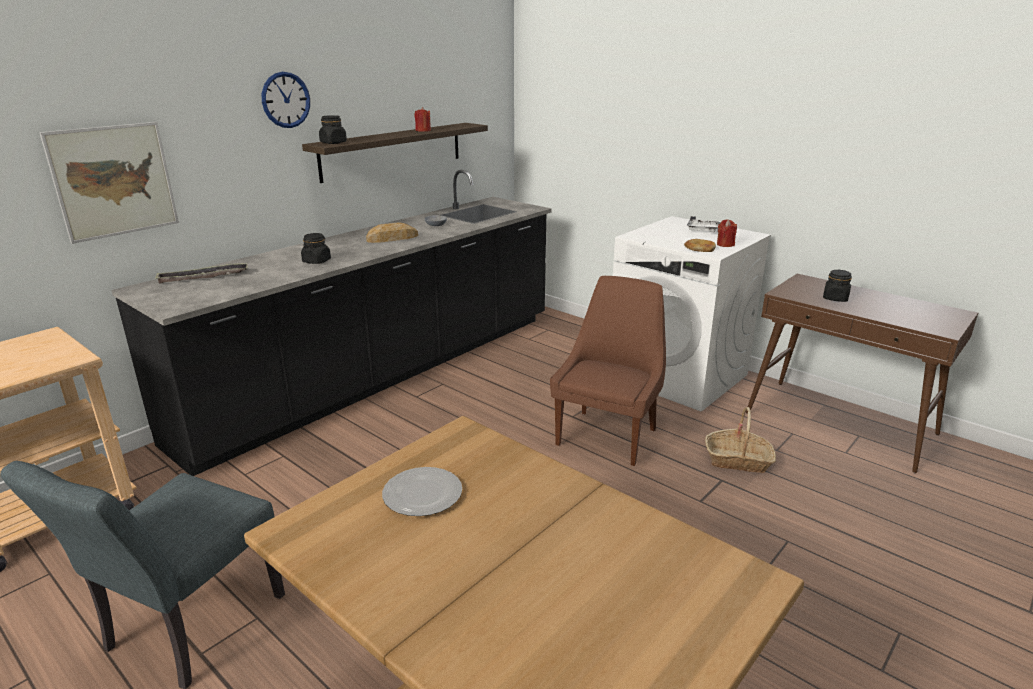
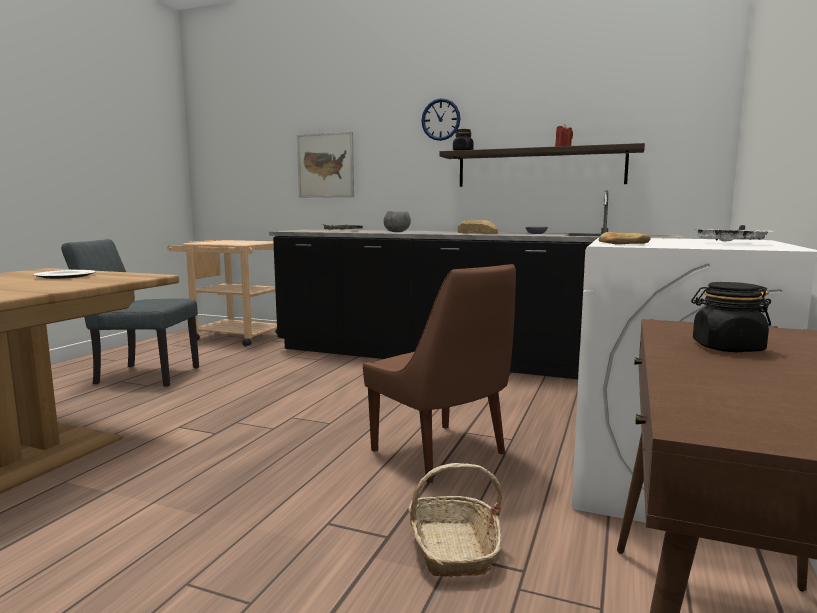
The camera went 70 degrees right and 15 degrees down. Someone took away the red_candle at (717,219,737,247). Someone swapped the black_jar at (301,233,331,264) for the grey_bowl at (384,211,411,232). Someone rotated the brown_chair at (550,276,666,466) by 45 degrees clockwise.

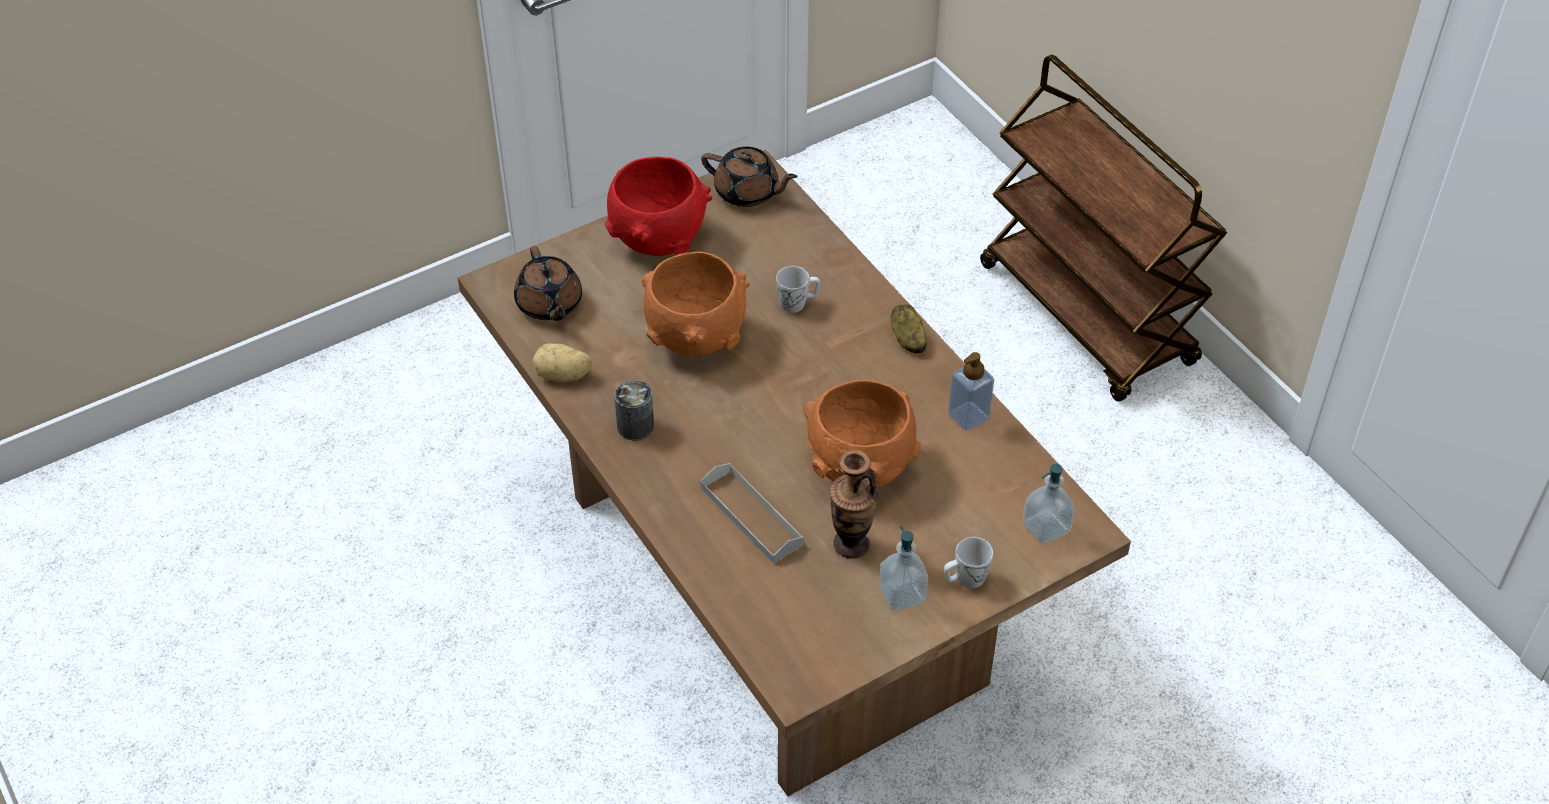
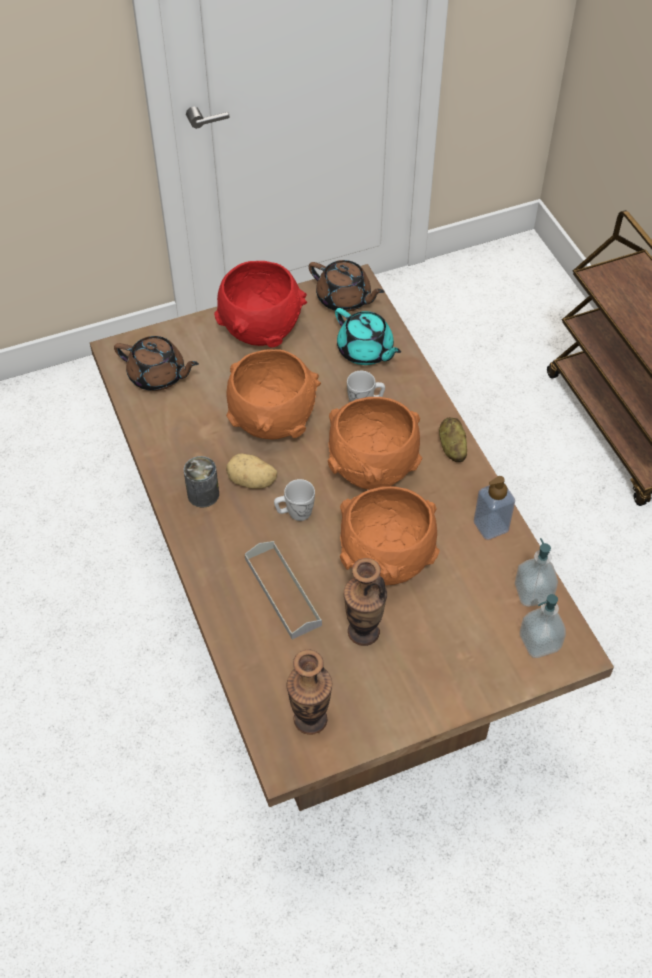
The camera went 10 degrees right and 5 degrees up. Someone put down the vase at (287,650,332,735). Someone put down the orange_bowl at (328,397,422,490). Someone put down the turquoise_teapot at (335,308,401,365). Someone carried the potato from (532,343,592,382) to (226,454,277,489). Someone carried the soap_dispenser from (879,526,928,611) to (515,538,558,607). Someone carried the white_mug from (944,537,993,588) to (274,479,315,521). Someone rotated the brown_teapot at (514,246,582,321) by 60 degrees counterclockwise.

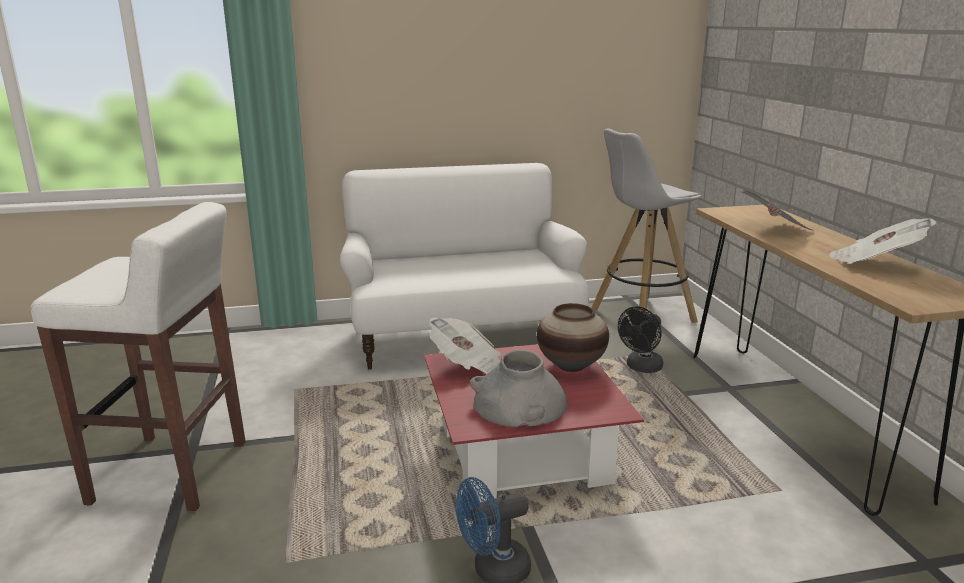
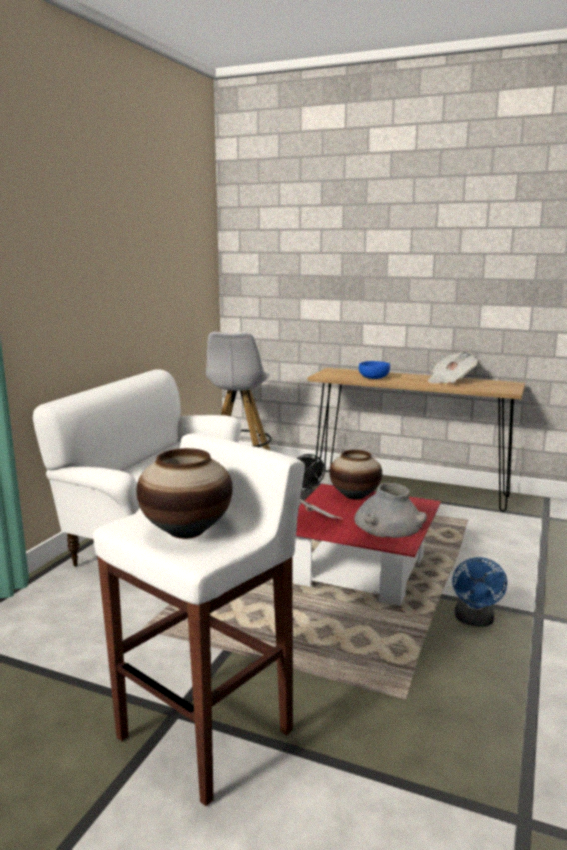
The camera went 55 degrees left and 5 degrees down. Someone put down the vase at (136,448,232,539). Someone swapped the newspaper at (742,190,815,231) for the blue_bowl at (359,361,390,379).

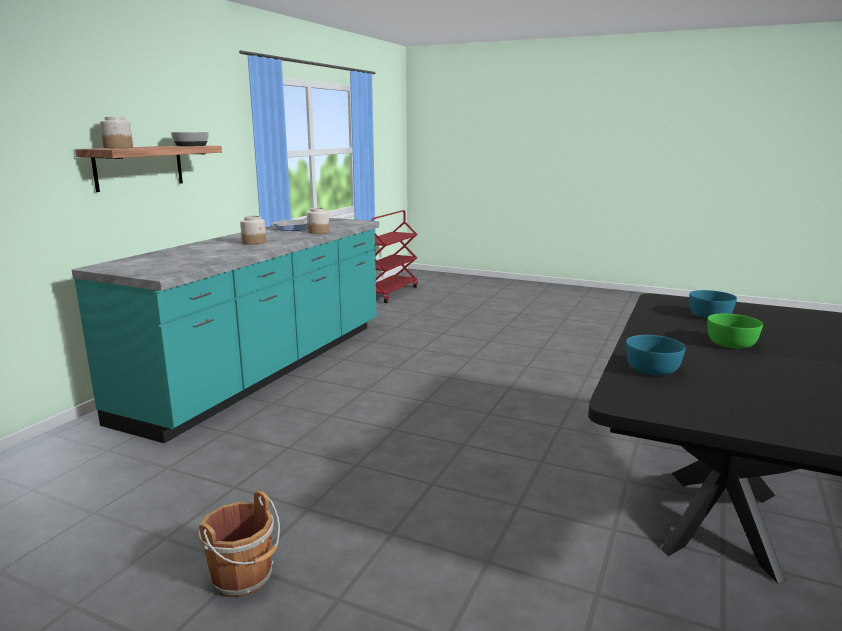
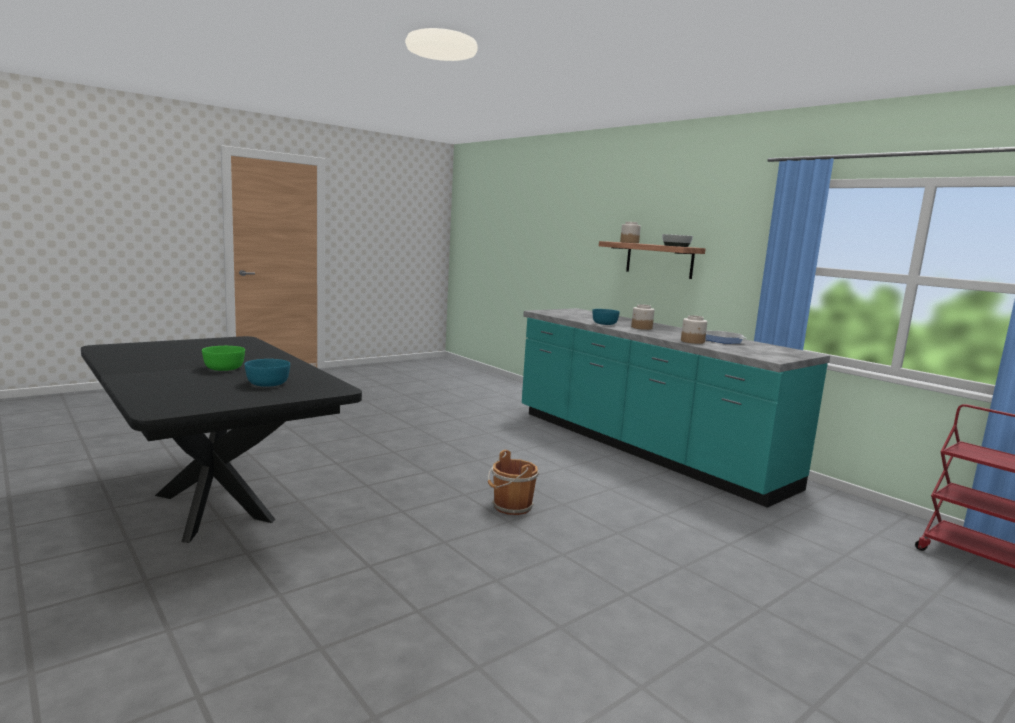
The camera went 115 degrees right and 5 degrees down. Someone carried the brown_bucket from (199,491,280,598) to (488,450,540,515). Someone carried the turquoise_bowl from (626,335,685,375) to (592,309,620,325).

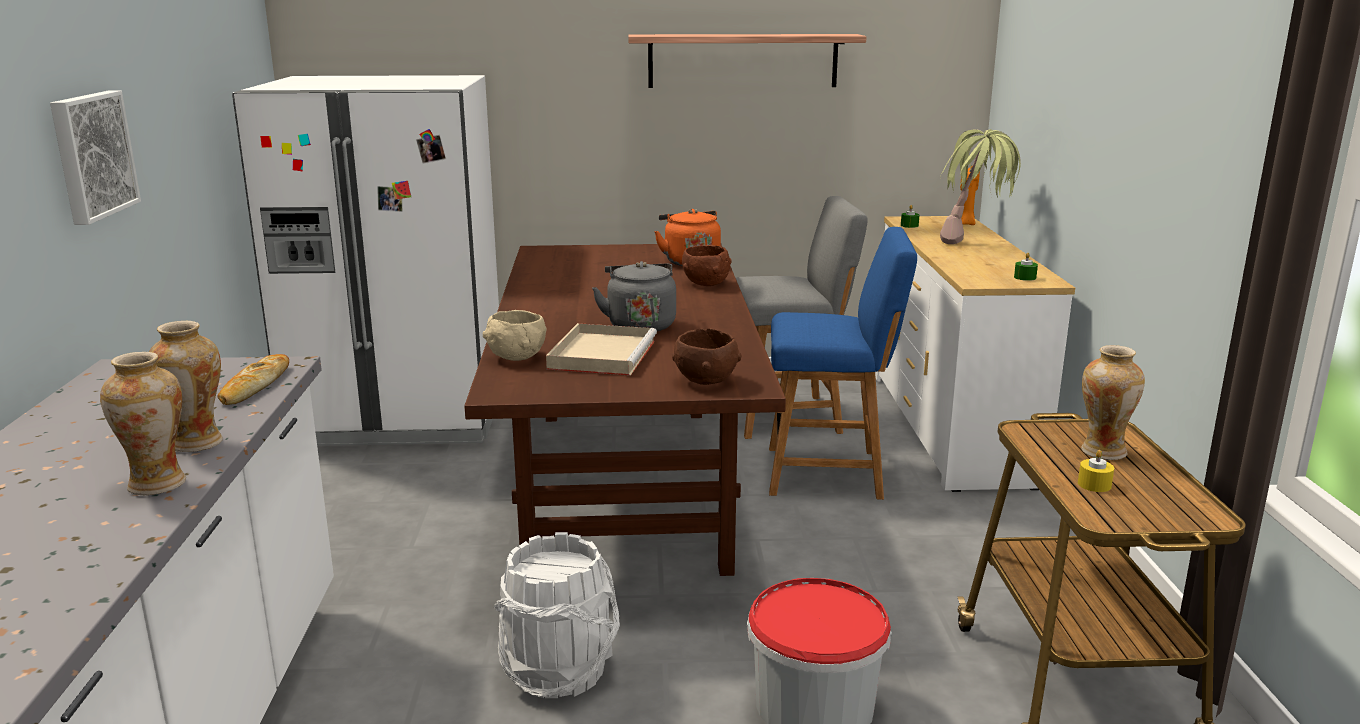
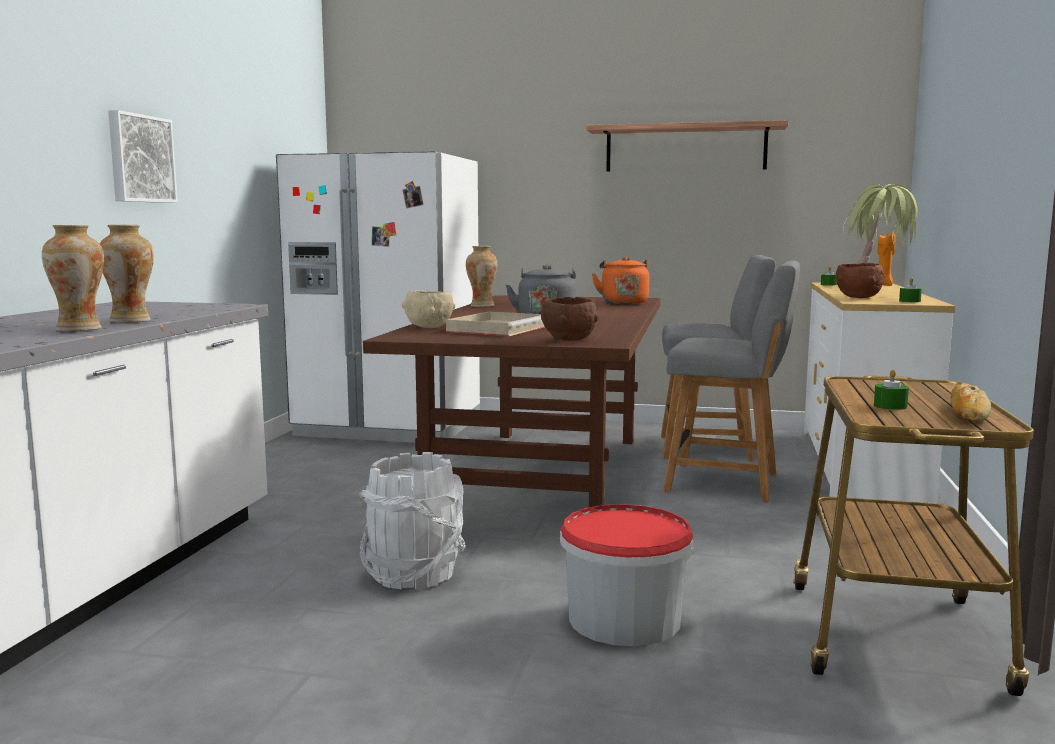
The camera went 15 degrees right and 10 degrees down. Someone carried the bread from (217,354,289,405) to (951,383,991,421). Someone carried the brown_bowl from (682,245,732,286) to (836,263,885,298). Someone carried the vase from (1081,345,1145,460) to (466,246,497,307). Someone repainted the blue_chair at (769,227,917,500), which became the grey_chair at (663,260,800,502). Someone repainted the yellow_candle at (1078,450,1114,492), which became the green_candle at (874,369,909,410).

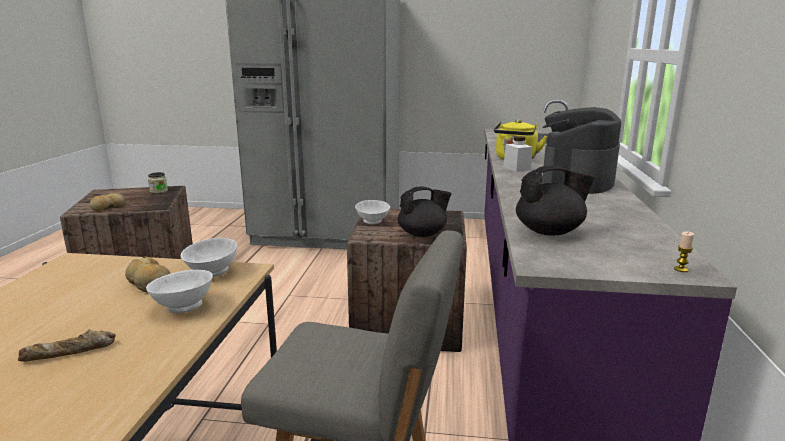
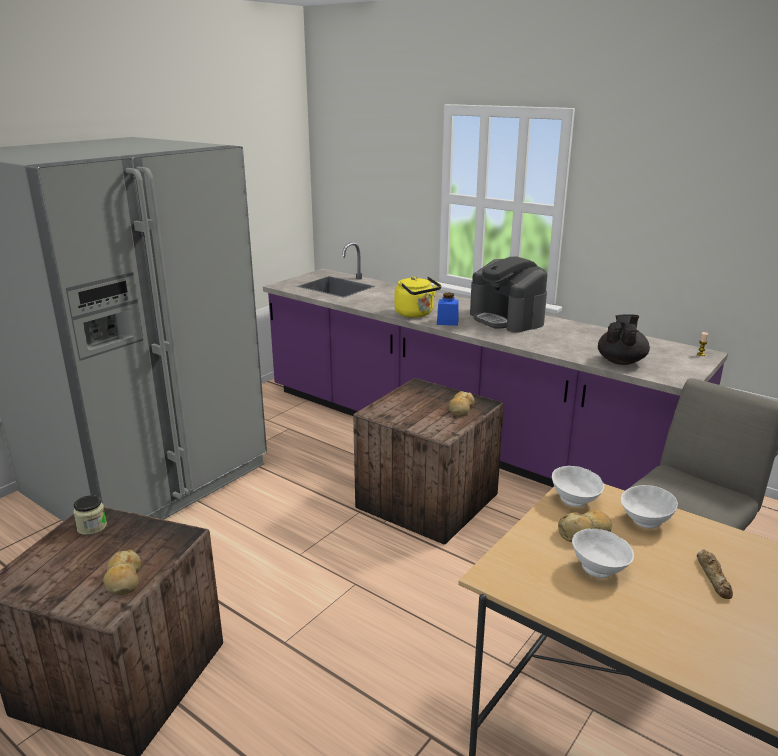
The camera went 60 degrees left and 5 degrees up. Someone carried the white_bowl from (355,200,390,224) to (572,529,634,578). Someone swapped the black_teapot at (397,186,452,237) for the bread at (449,391,475,416). Someone repainted the white_jar at (503,136,532,172), which became the blue_jar at (437,293,458,326).

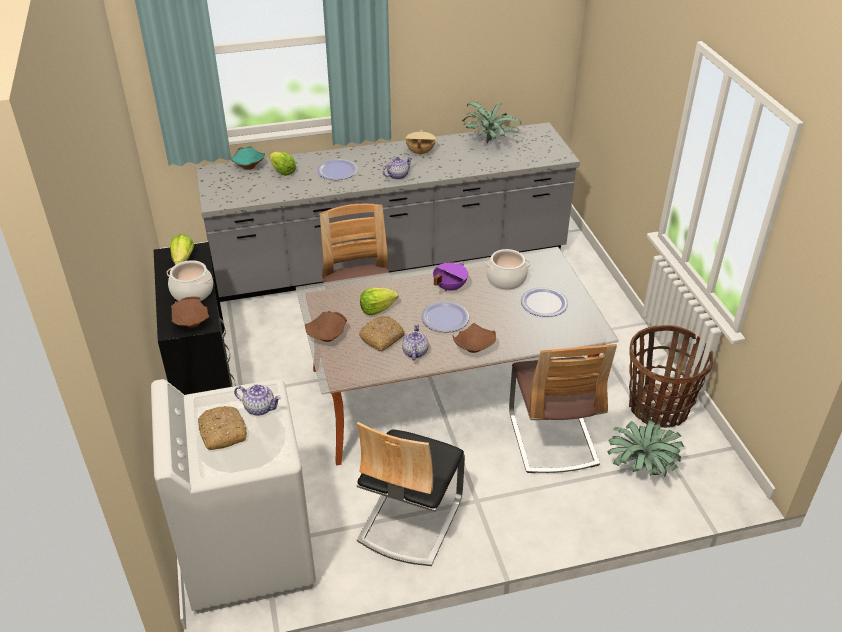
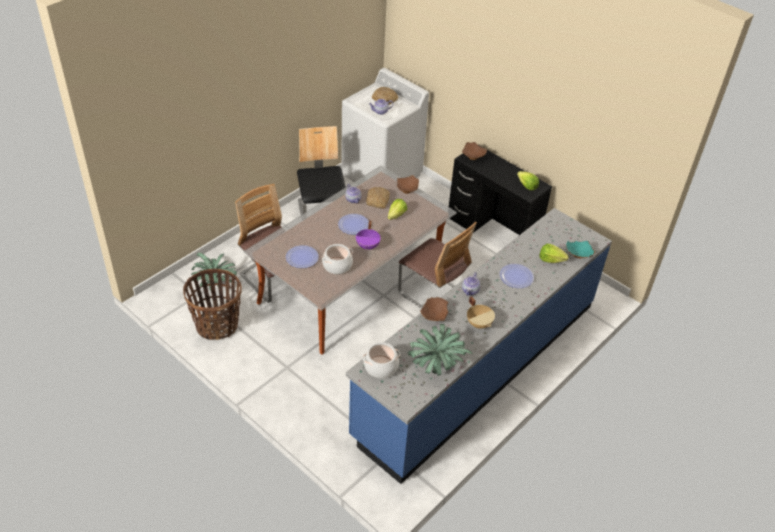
The camera went 145 degrees right and 5 degrees up. Someone carried the cooking_pot from (167,260,213,301) to (363,342,400,378). Someone carried the brown_bowl from (453,323,496,353) to (420,297,448,321). Someone repainted the grey_counter at (196,122,580,302), which became the blue_counter at (346,208,612,484).

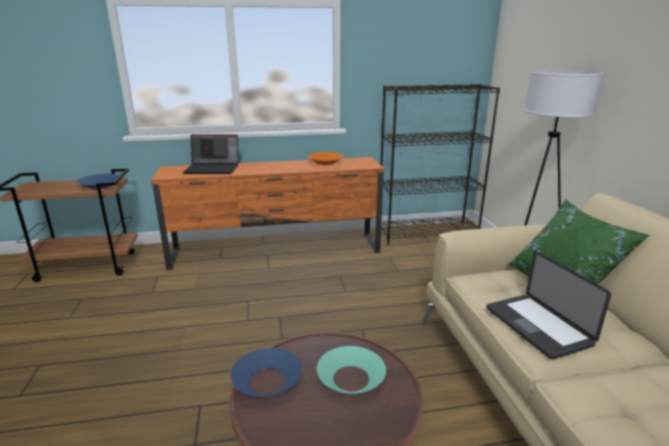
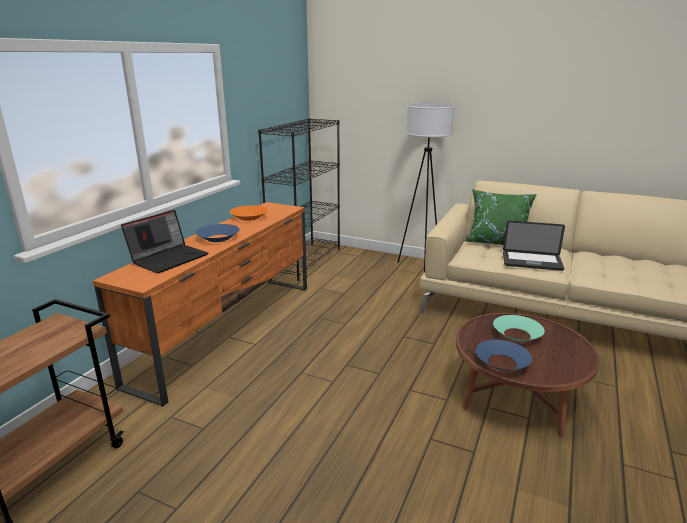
The camera went 55 degrees left and 0 degrees up. Someone carried the blue_bowl from (77,173,120,189) to (195,224,240,242).

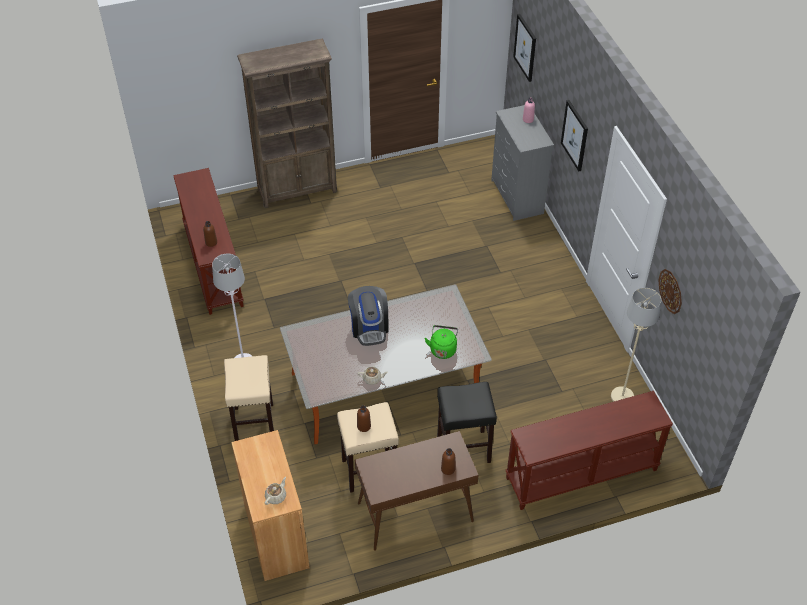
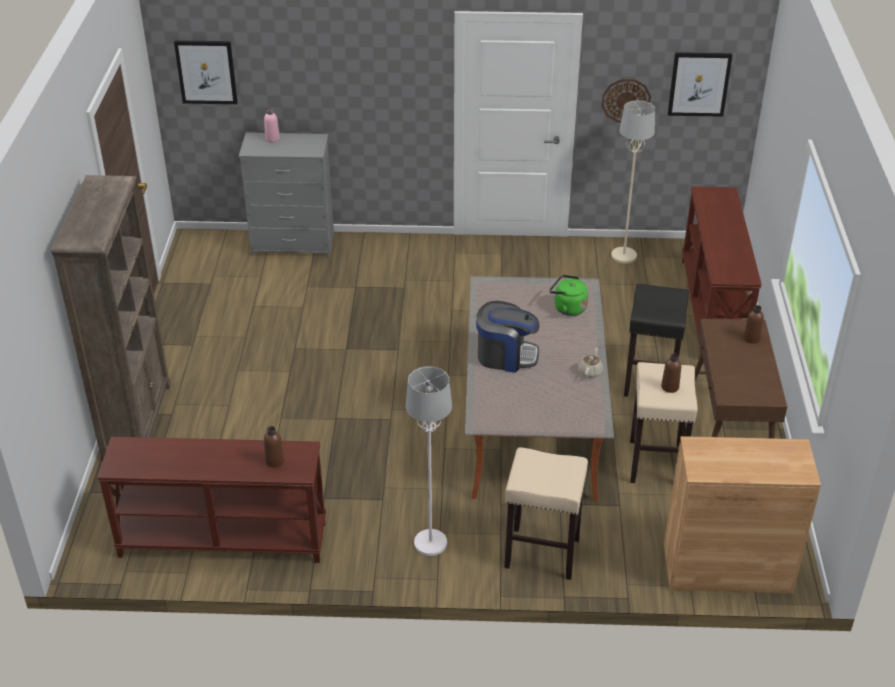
The camera went 70 degrees left and 10 degrees down. Someone took away the beige_teapot at (265,477,286,505). Someone carried the picture from (561,100,588,171) to (668,52,732,117).

